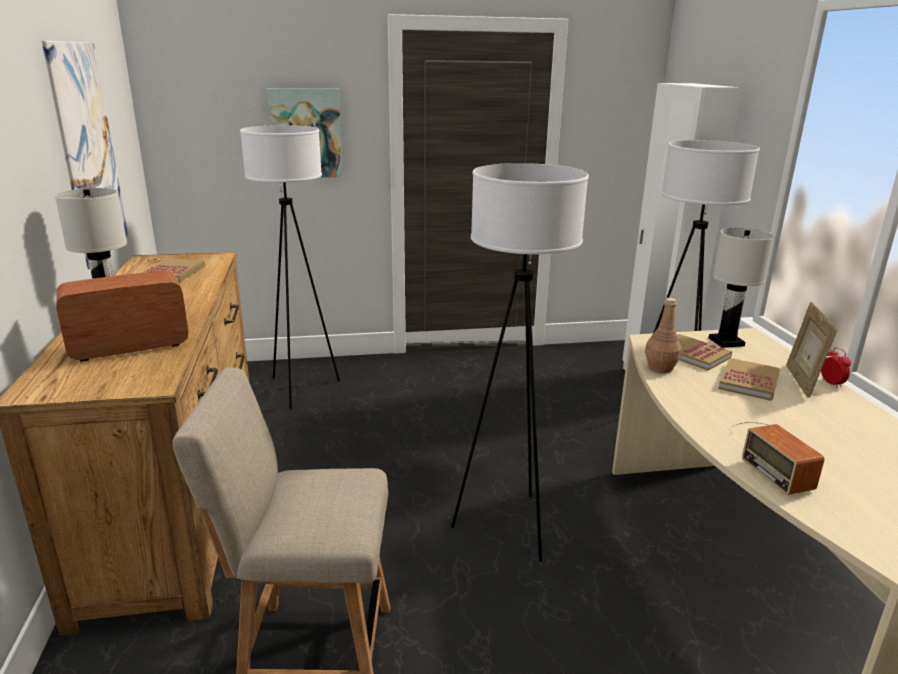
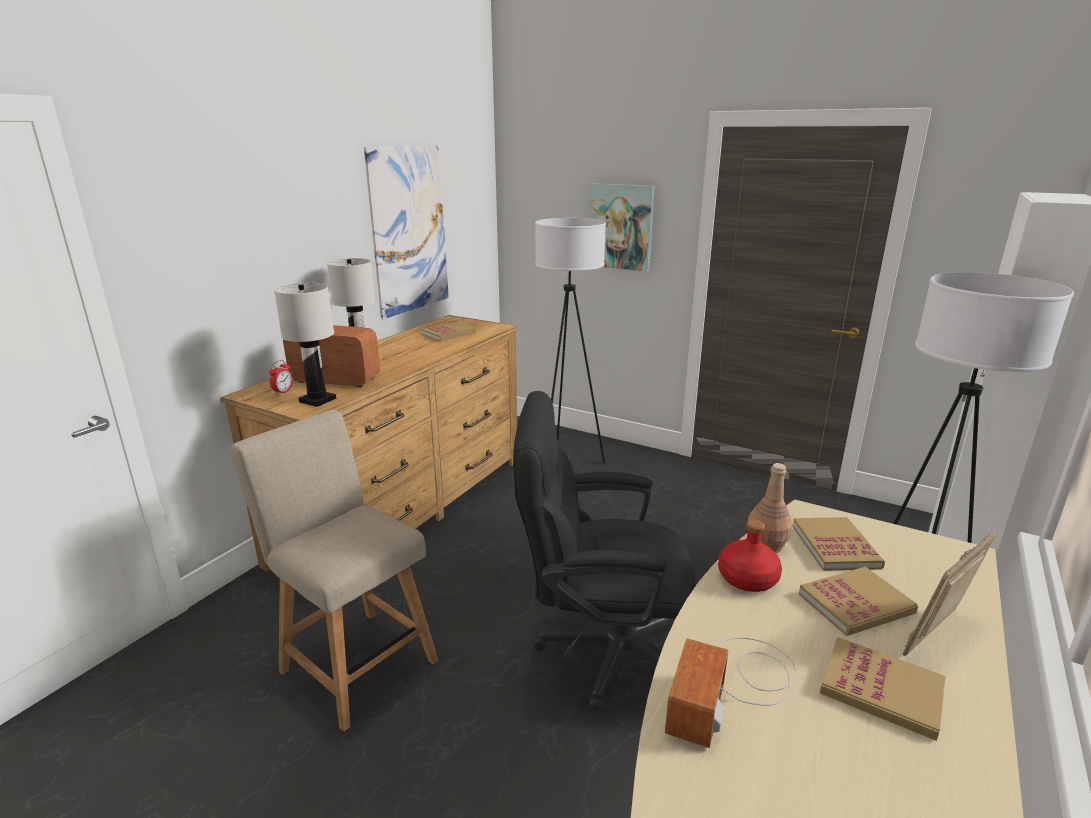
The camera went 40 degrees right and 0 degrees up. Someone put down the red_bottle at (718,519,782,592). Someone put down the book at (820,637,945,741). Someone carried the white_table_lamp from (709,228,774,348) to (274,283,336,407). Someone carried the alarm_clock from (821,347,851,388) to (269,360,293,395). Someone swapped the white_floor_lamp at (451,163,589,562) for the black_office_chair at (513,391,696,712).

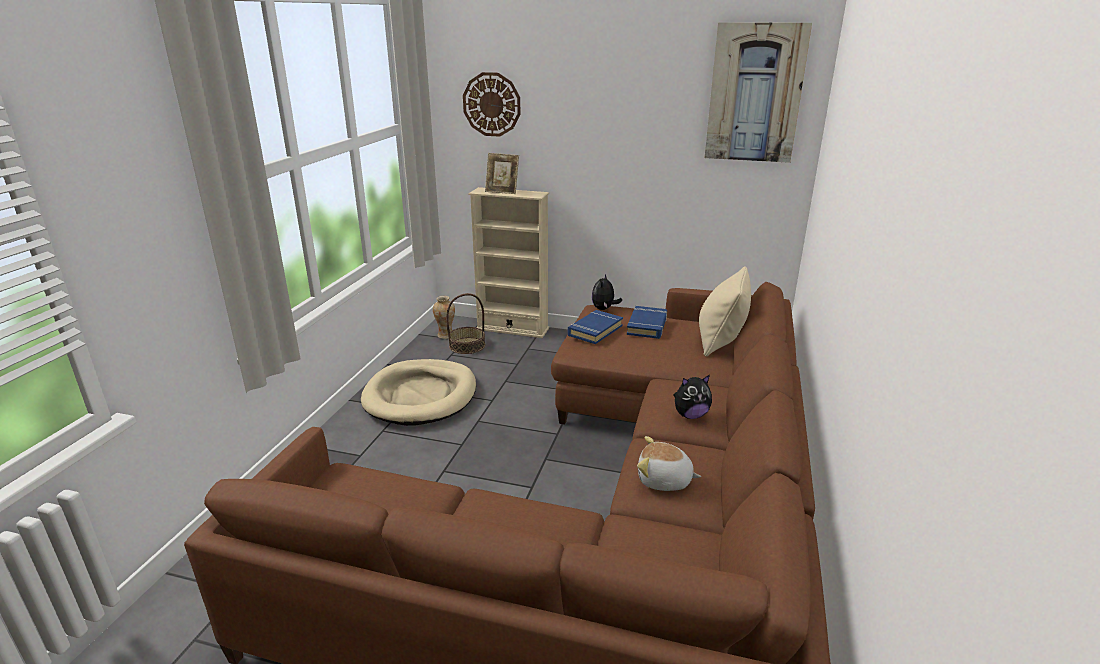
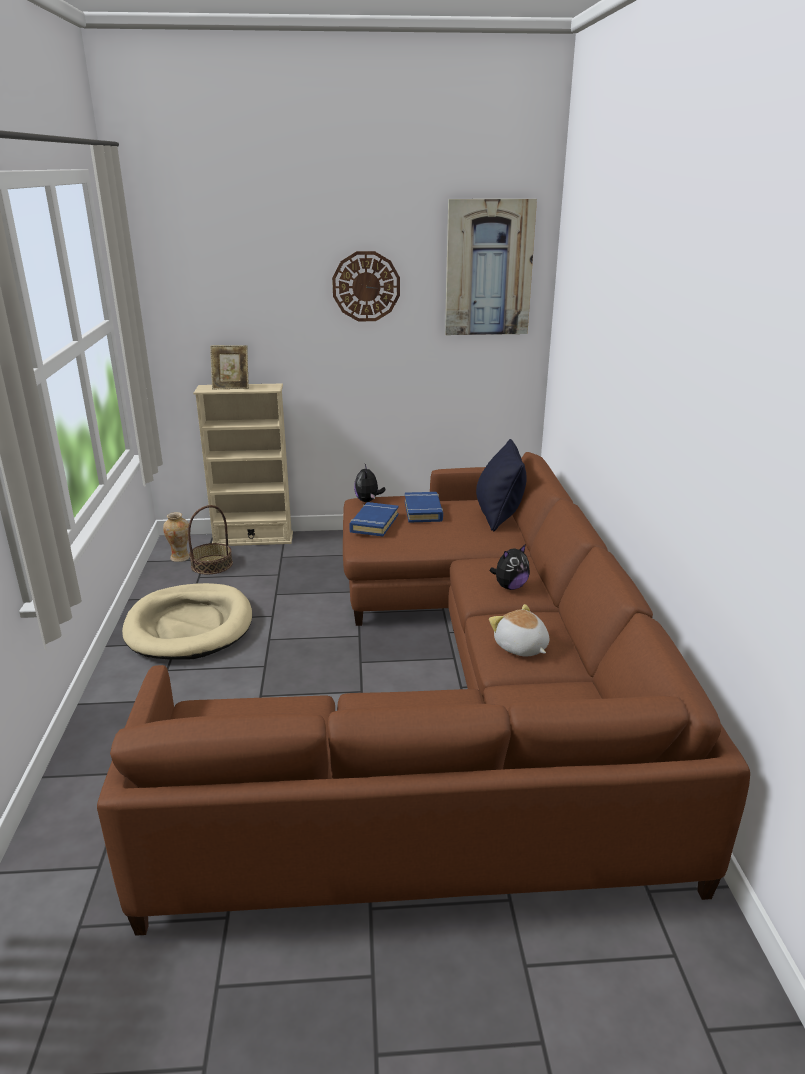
The camera went 20 degrees left and 0 degrees up. Someone carried the wall_clock from (463,72,521,137) to (332,251,400,321). Someone repainted the beige_pillow at (699,267,751,357), which became the black_pillow at (476,439,527,531). Someone rotated the plush_toy at (637,436,701,491) by 60 degrees clockwise.

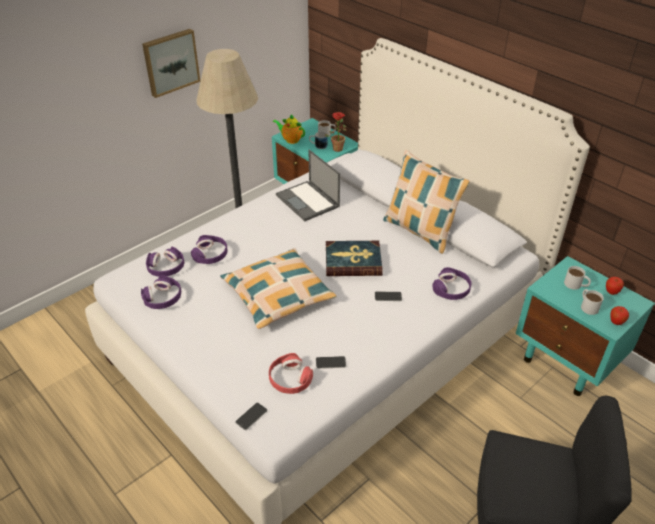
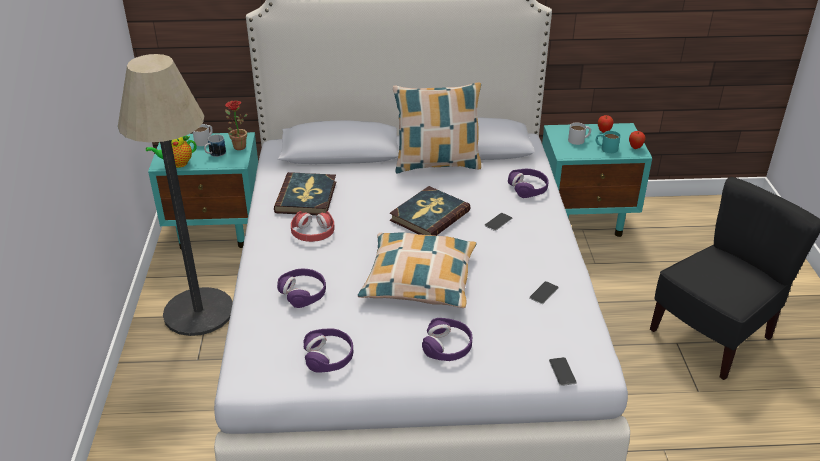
The camera went 50 degrees left and 5 degrees down. Someone took away the picture at (142,29,200,98). Someone carried the purple_headphones from (146,247,184,277) to (422,318,472,361). Someone carried the red_headphones from (269,353,313,394) to (291,211,335,242). Someone swapped the laptop at (276,150,340,221) for the book at (274,172,336,215). Someone repainted the white_mug at (581,289,604,315), which became the turquoise_mug at (596,131,621,153).

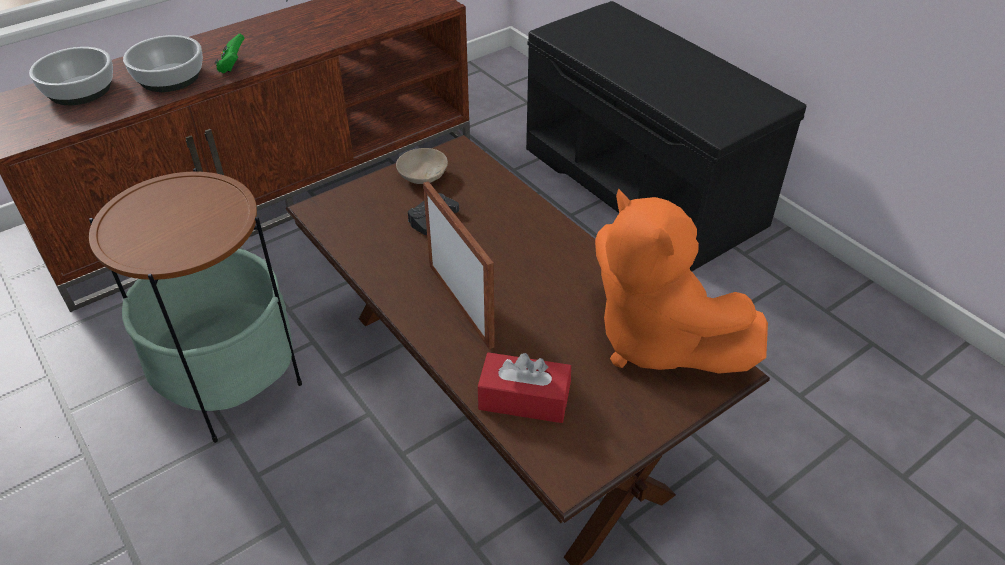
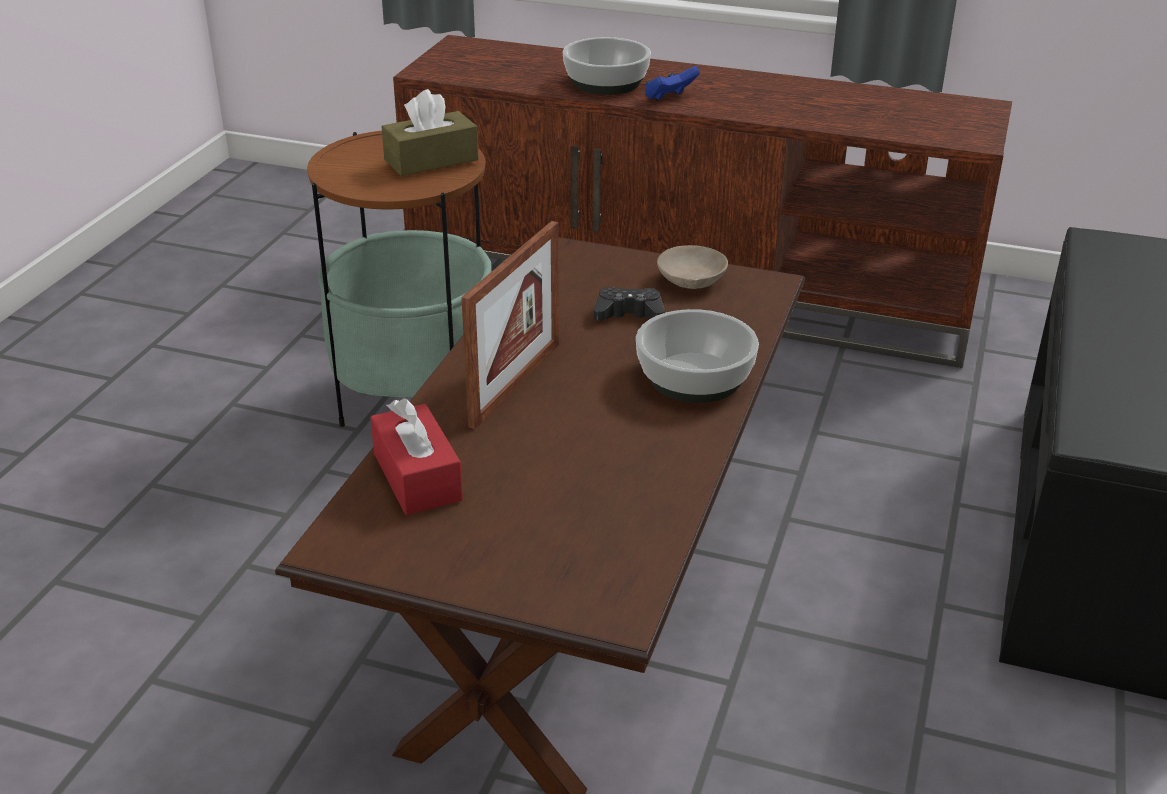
The camera went 55 degrees right and 10 degrees down. Someone took away the orange_plush_toy at (595,189,768,374). Someone put down the brown_tissue_box at (381,89,479,176). Someone carried the bowl from (29,47,113,105) to (636,309,759,403). Someone repainted the green_game_controller at (215,34,244,73), which became the blue_game_controller at (645,66,700,101).

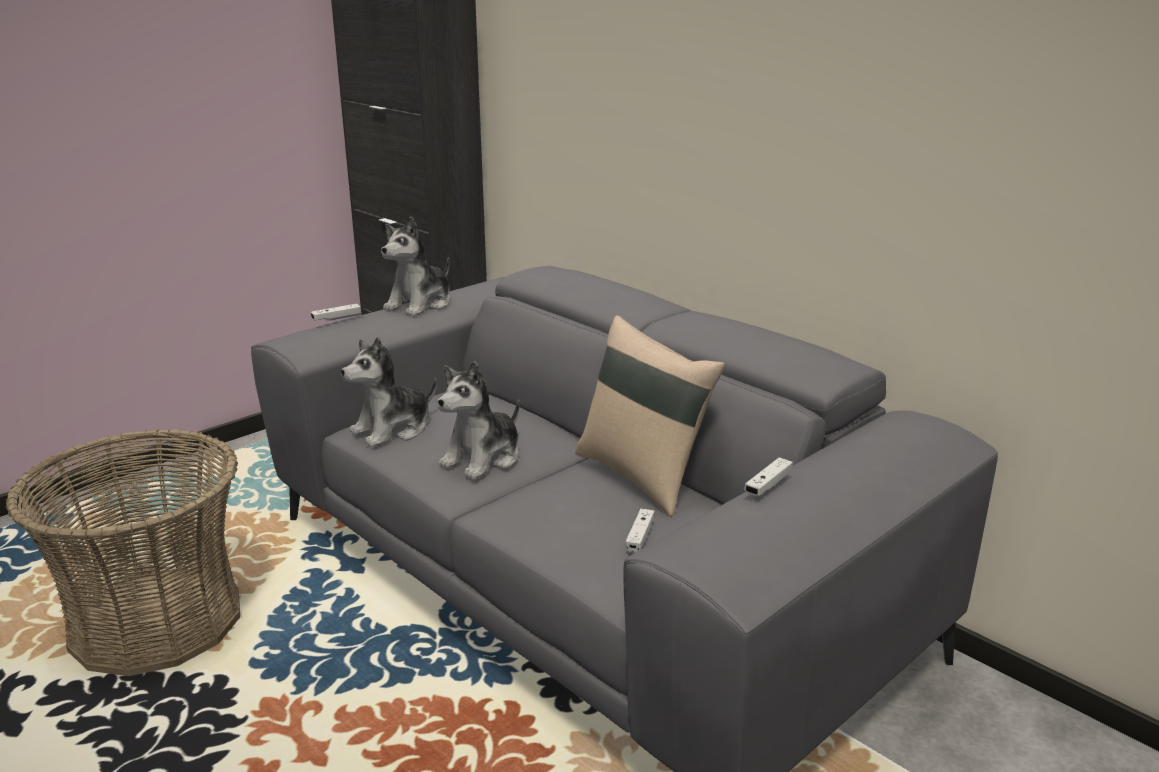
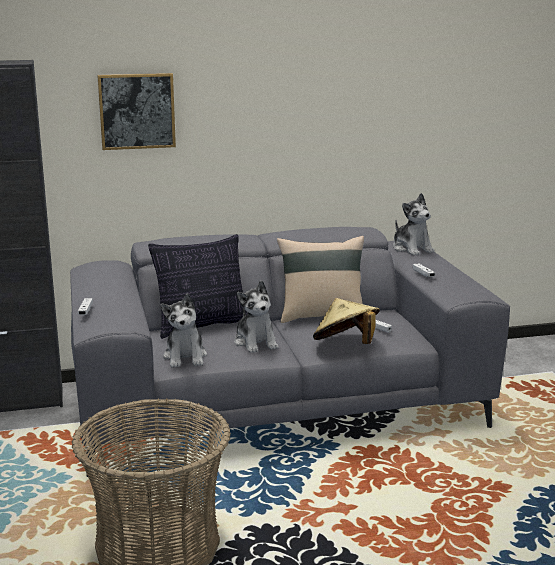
The camera went 60 degrees left and 5 degrees down. Someone put up the picture at (97,73,176,150). Someone put down the pillow at (148,234,248,339). Someone put down the beige_hat at (313,298,380,344). Someone carried the plush_toy from (381,216,450,317) to (393,193,435,256).

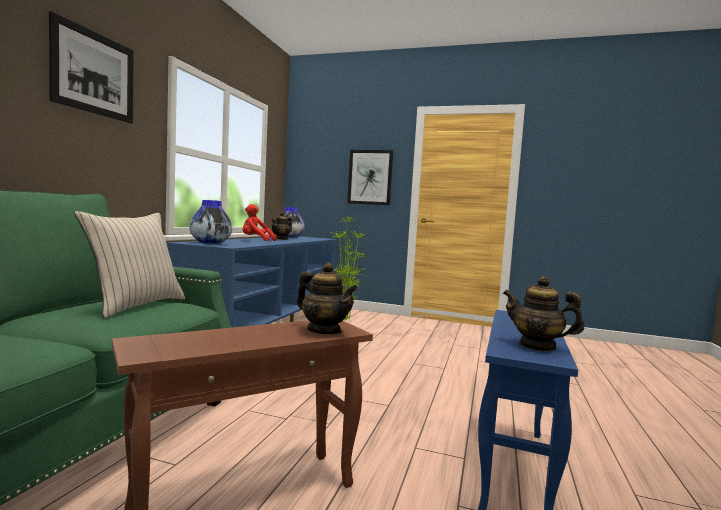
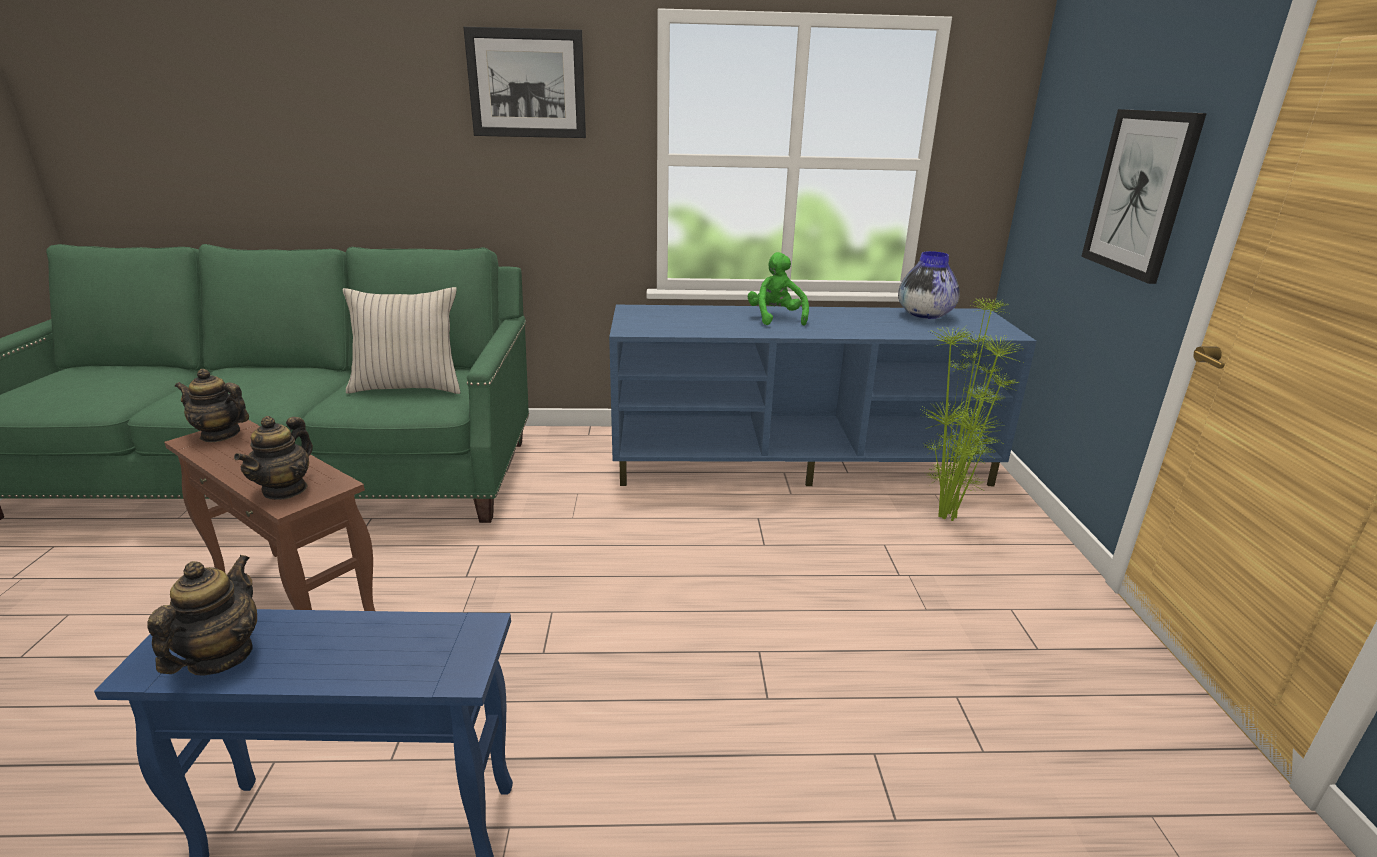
The camera went 70 degrees right and 20 degrees up. Someone took away the vase at (189,200,232,244). Someone carried the teapot from (271,212,292,240) to (175,369,249,442). Someone repainted the red_plush_toy at (243,204,277,241), which became the green_plush_toy at (747,252,809,326).

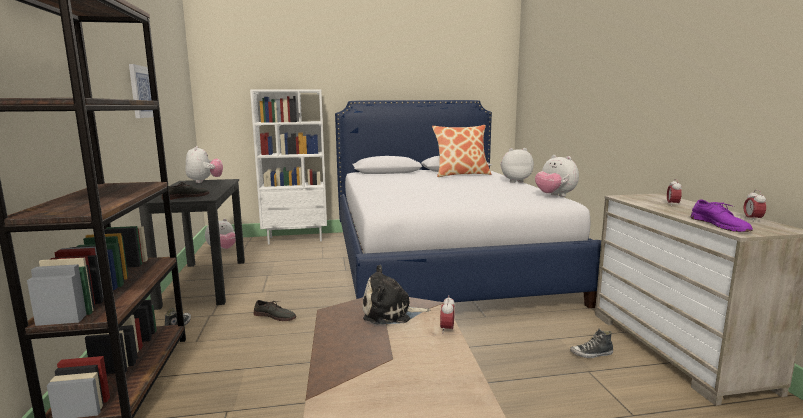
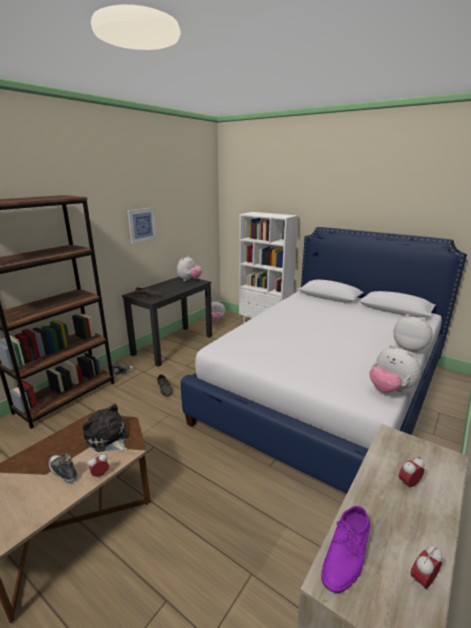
The camera went 45 degrees right and 10 degrees up. Someone took away the pillow at (432,125,491,177). Someone carried the shoe from (570,328,613,358) to (49,453,77,483). Someone rotated the plush_toy at (535,155,579,197) by 45 degrees counterclockwise.

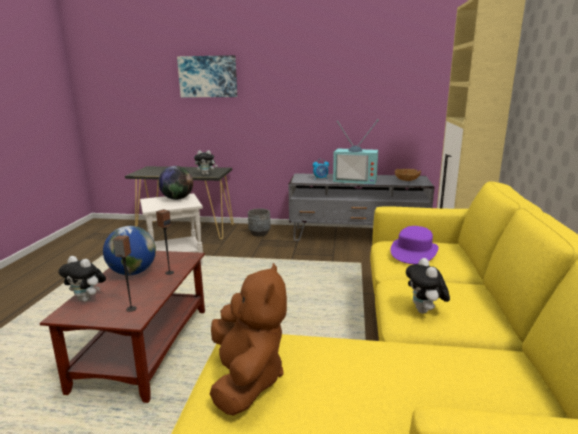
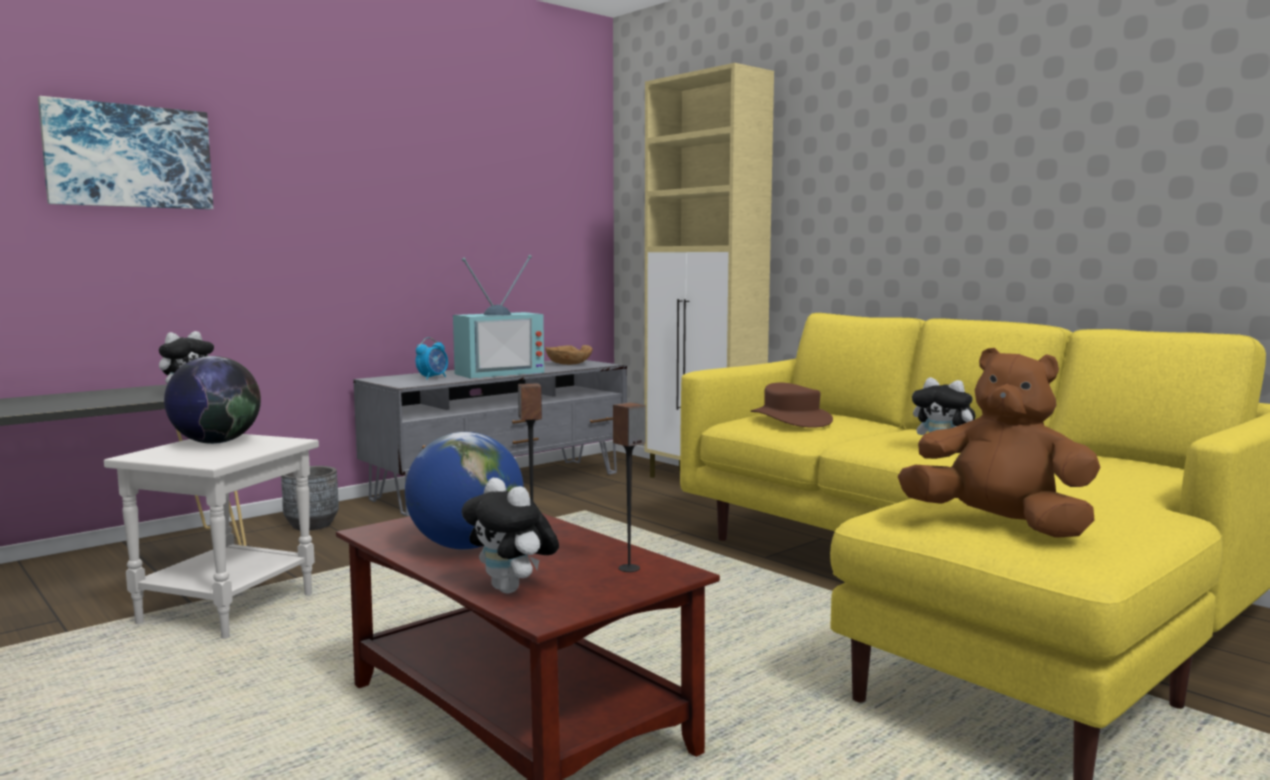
The camera went 50 degrees left and 10 degrees down. Someone repainted the purple_hat at (390,226,438,264), which became the brown_hat at (750,383,833,428). Someone rotated the plush_toy at (58,256,106,302) by 75 degrees clockwise.

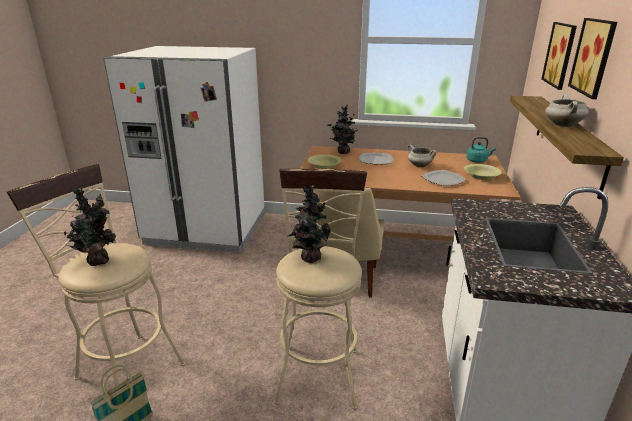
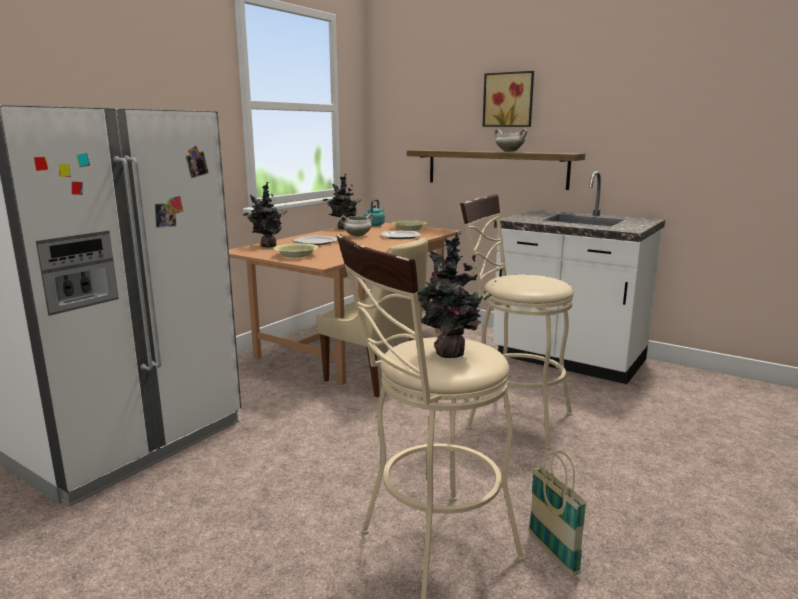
The camera went 65 degrees left and 10 degrees down. Someone took away the picture at (541,22,577,90). Someone carried the potted_plant from (288,185,331,263) to (323,174,362,229).

